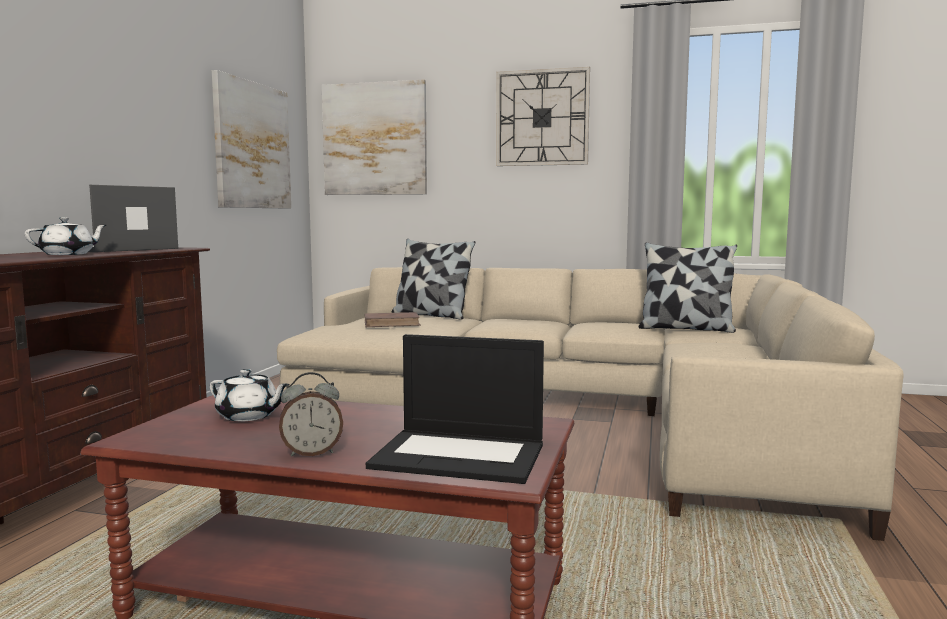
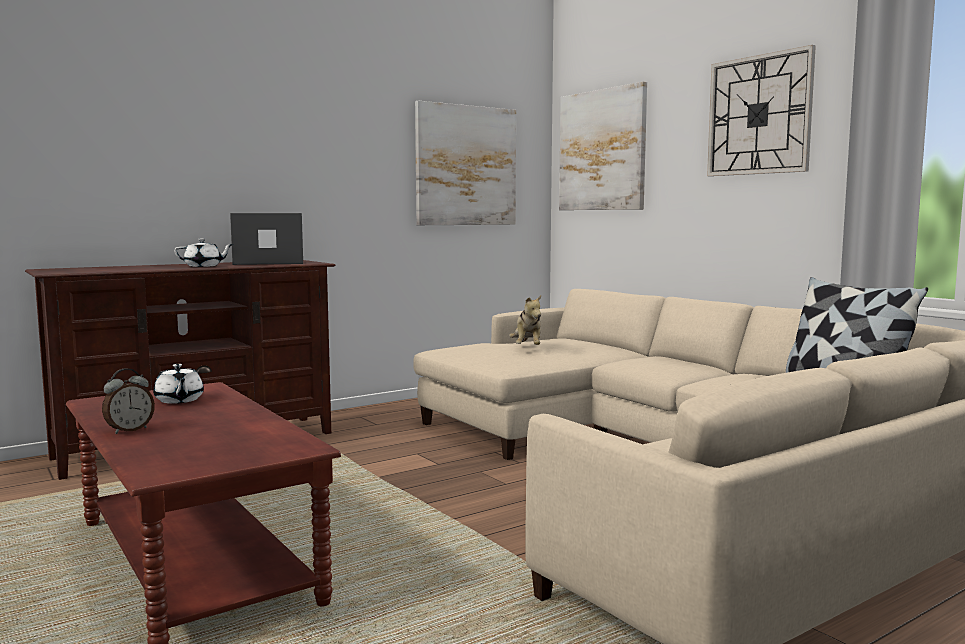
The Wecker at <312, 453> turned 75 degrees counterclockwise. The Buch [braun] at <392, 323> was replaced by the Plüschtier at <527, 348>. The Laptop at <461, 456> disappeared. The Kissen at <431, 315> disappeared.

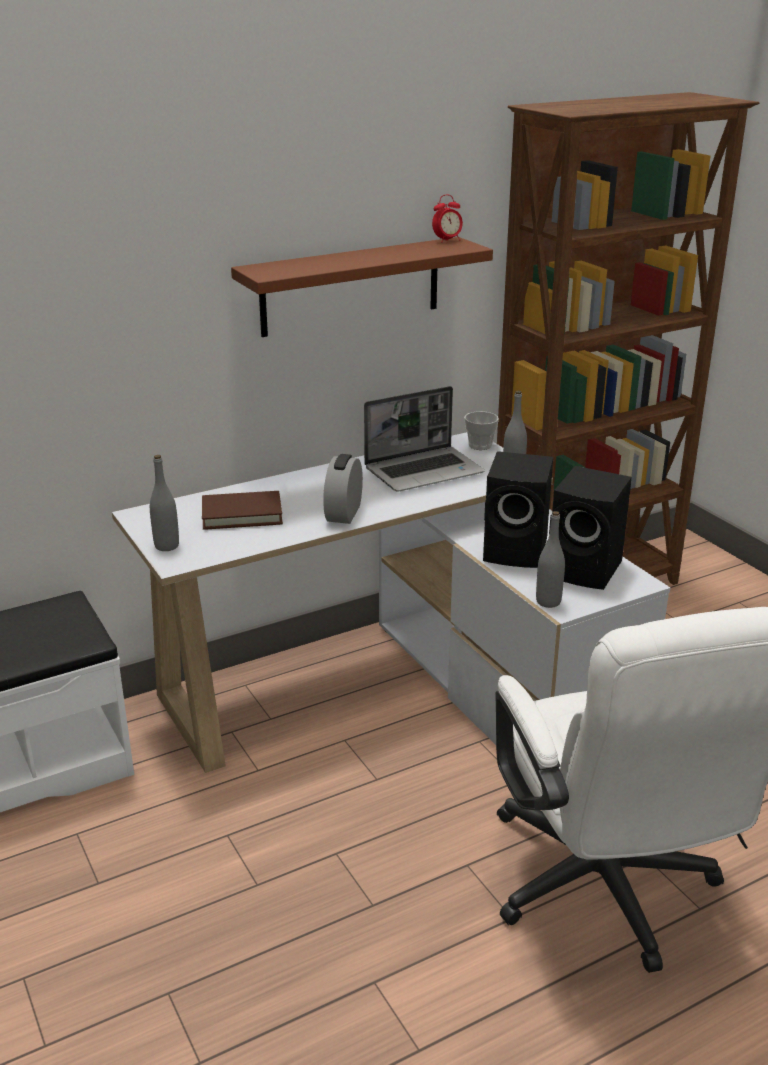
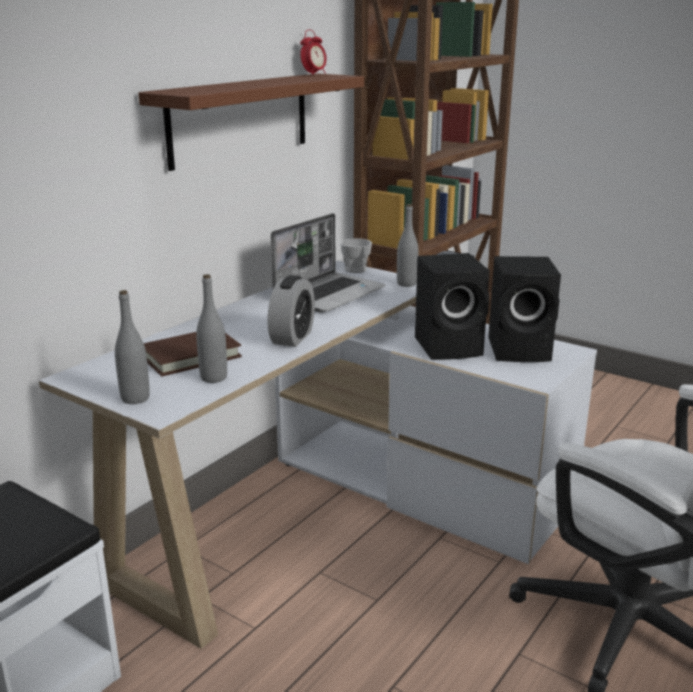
The Flasche [grau] moved from <548, 602> to <213, 378>. The Wecker at <343, 513> turned 150 degrees counterclockwise.

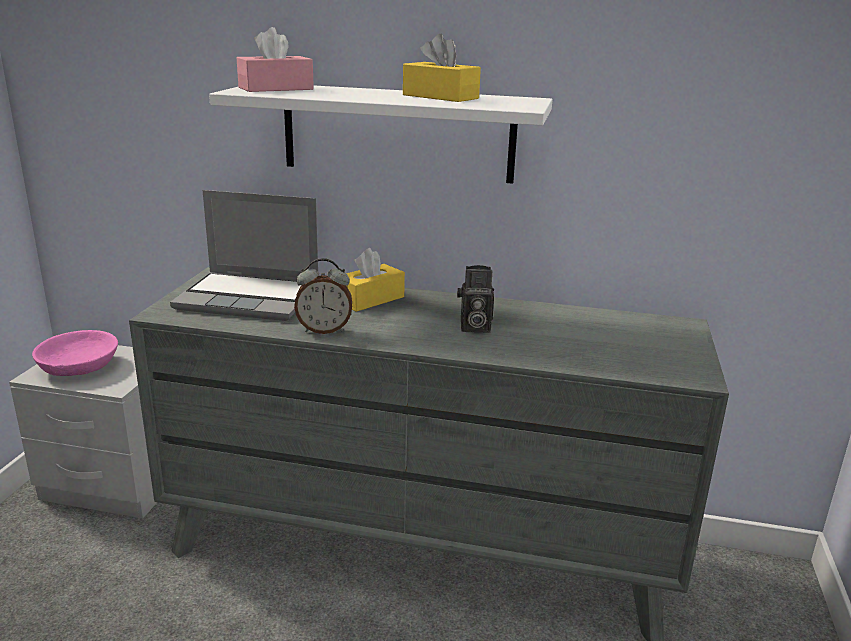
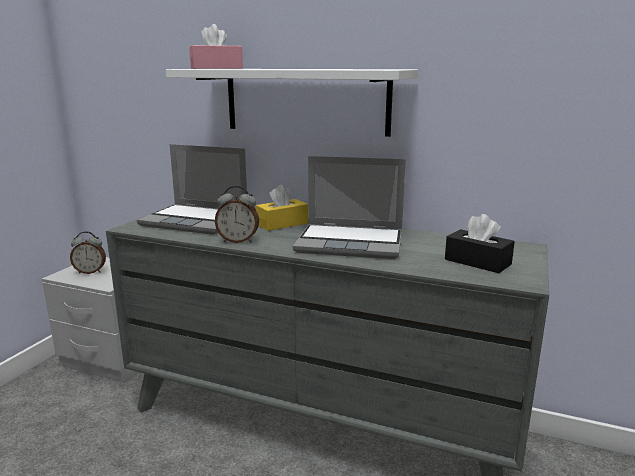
The Schüssel [rosa] at <79, 367> was replaced by the Wecker at <90, 272>. The Kamera at <473, 327> was replaced by the Laptop at <351, 243>. The Taschentuchbox [schwarz] at <477, 262> appeared. The Taschentuchbox [gelb] at <440, 97> disappeared.

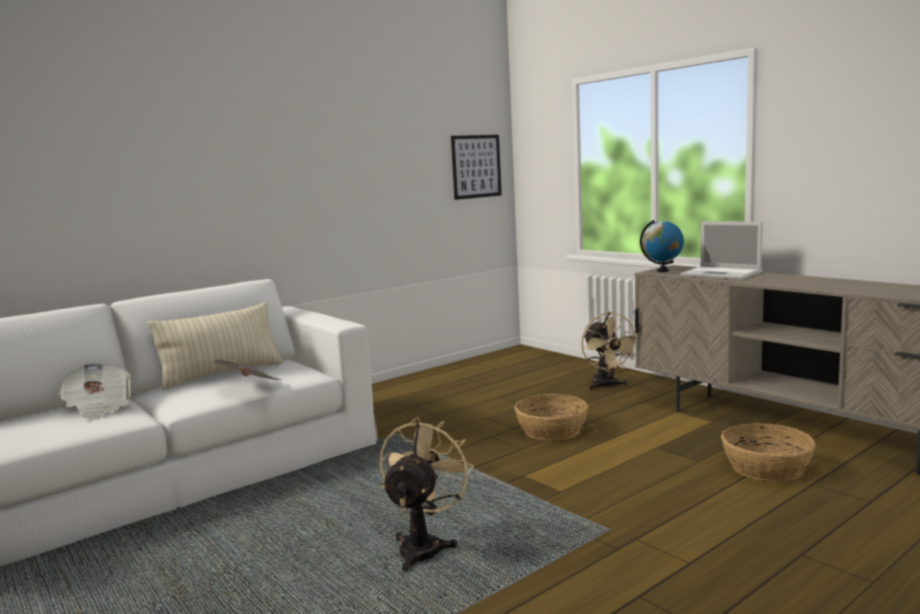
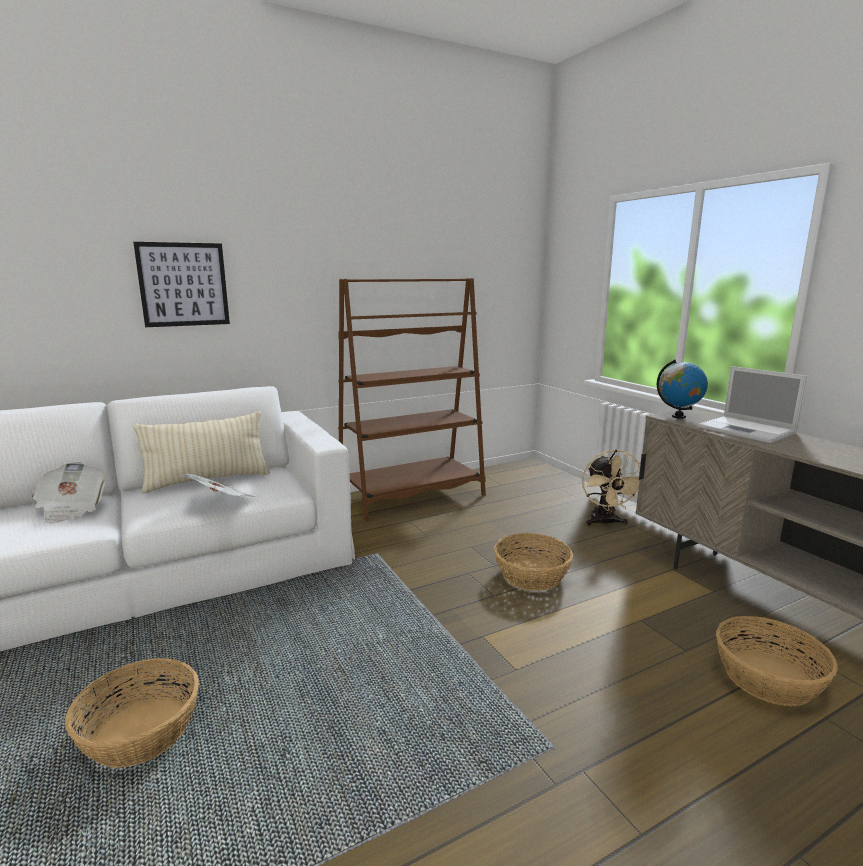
The Korb at <139, 732> appeared. The Bild moved from <476, 166> to <183, 284>. The Bücherregal [braun] at <412, 496> appeared. The Ventilator [beige] at <424, 546> disappeared.

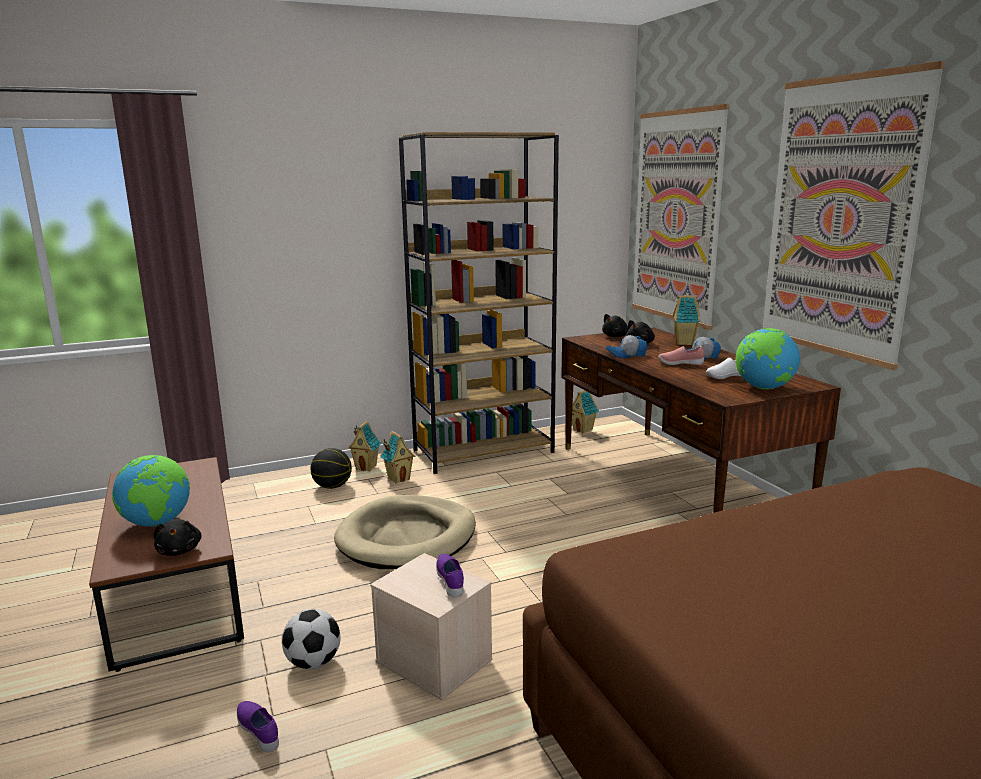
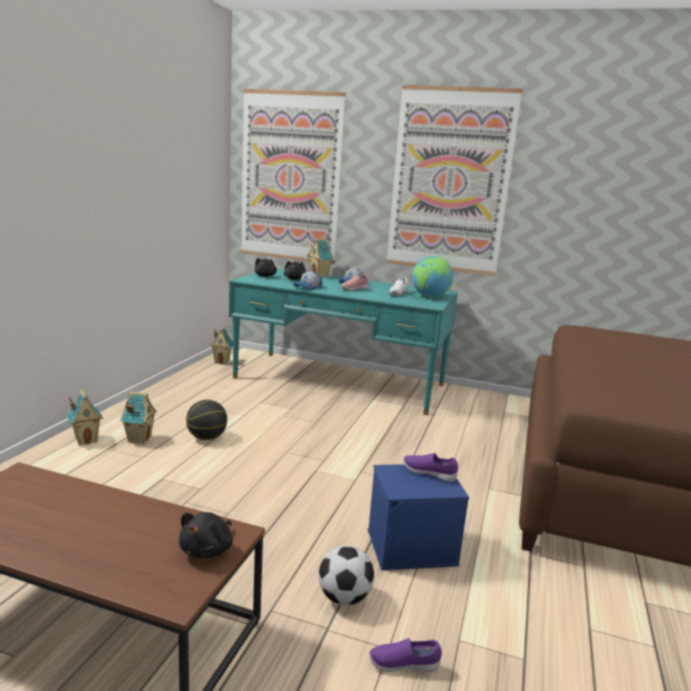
The Plüschtier [schwarz] at <180, 550> turned 90 degrees clockwise. The Basketball moved from <332, 486> to <206, 437>. The Schreibtisch [braun] at <674, 482> became the Schreibtisch [türkis] at <339, 381>. The Aufbewahrungsbox [beige] at <436, 660> became the Aufbewahrungsbox [blau] at <412, 546>. The Globus at <157, 523> disappeared. The Hundebett [beige] at <407, 537> disappeared. The Bücherregal [braun] at <484, 451> disappeared.

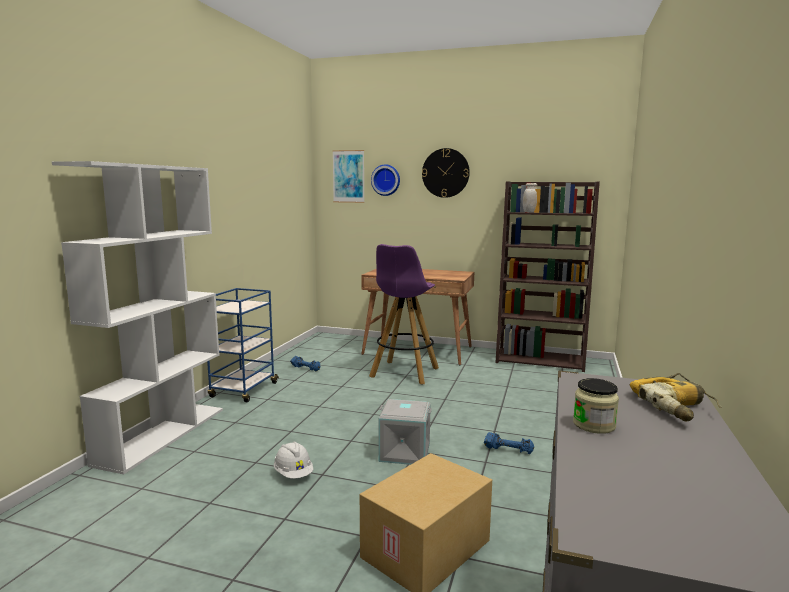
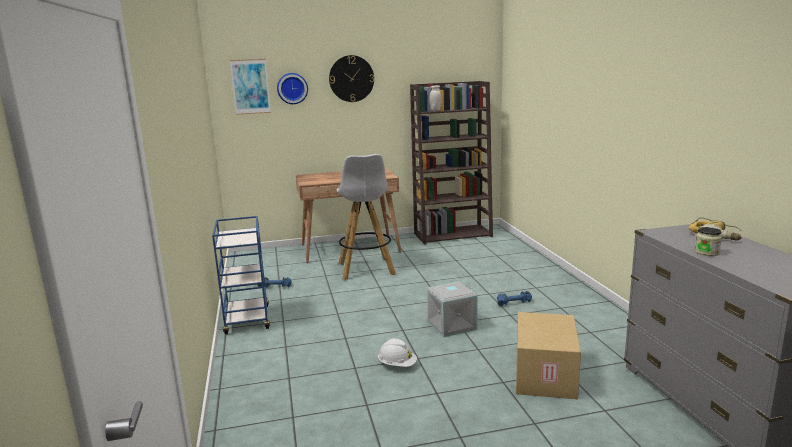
The Hocker [lila] at <404, 373> became the Hocker [weiß] at <366, 269>. The Bücherregal [weiß] at <162, 435> disappeared.

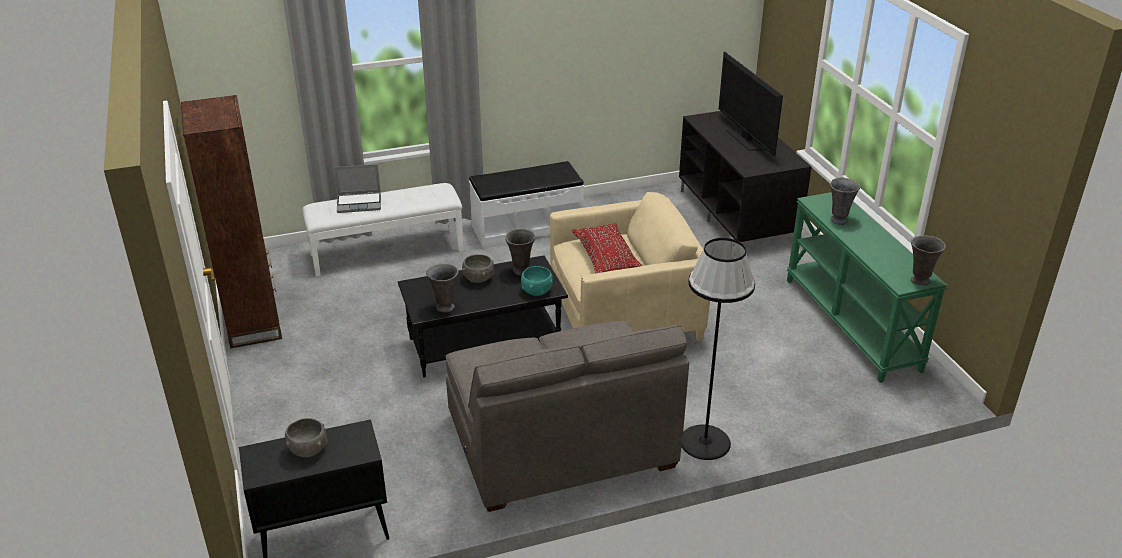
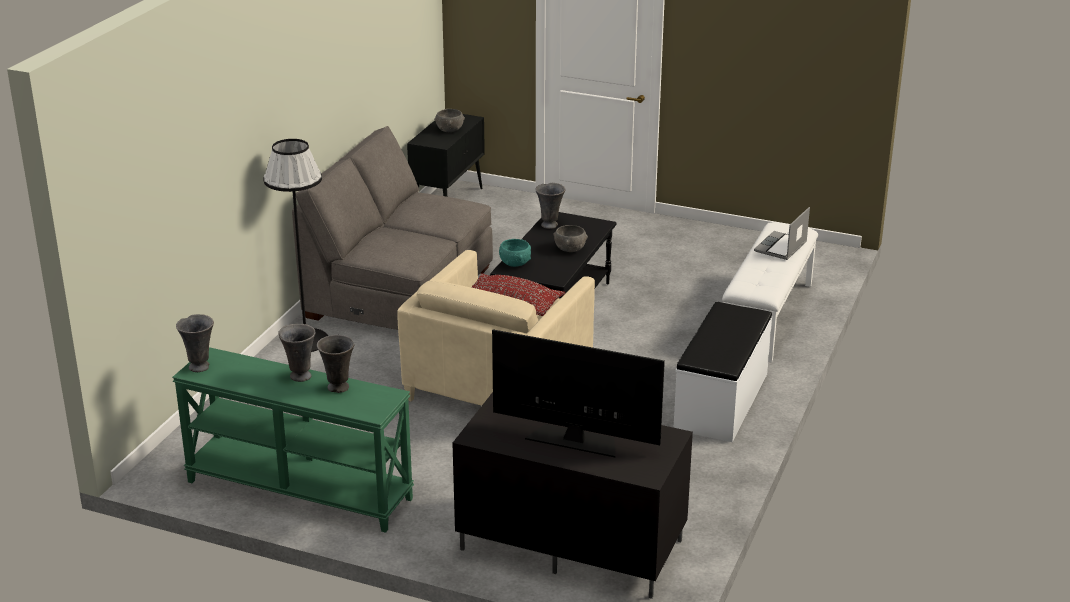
The Vase [grau] moved from <521, 271> to <300, 376>. The Bücherregal [braun] at <253, 323> disappeared.

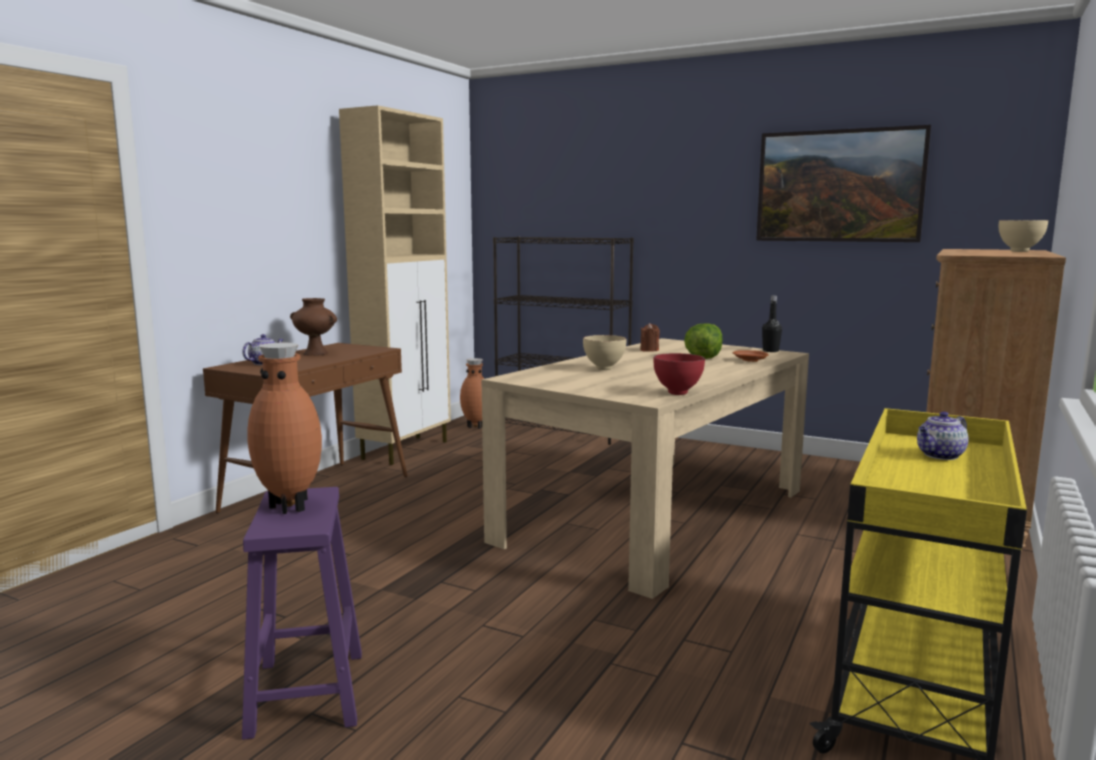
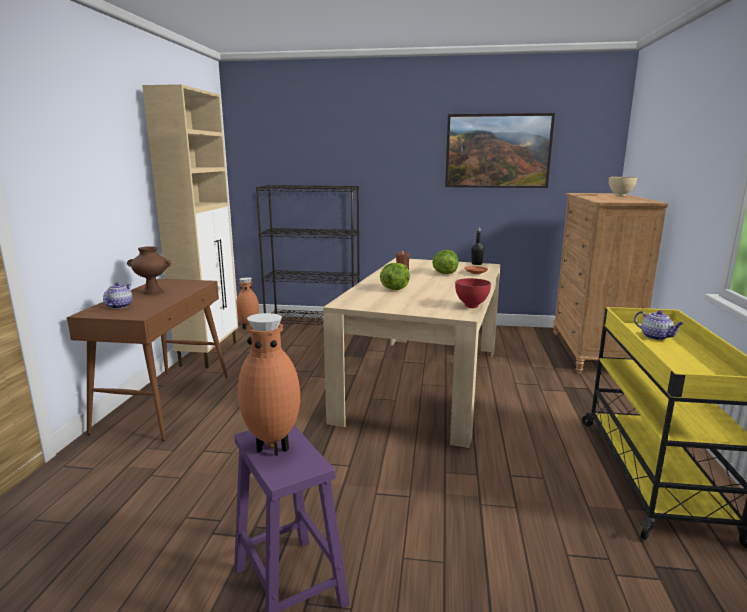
The Schüssel [beige] at <603, 369> was replaced by the Salatkopf at <395, 289>. The Teekanne at <940, 455> turned 75 degrees counterclockwise.

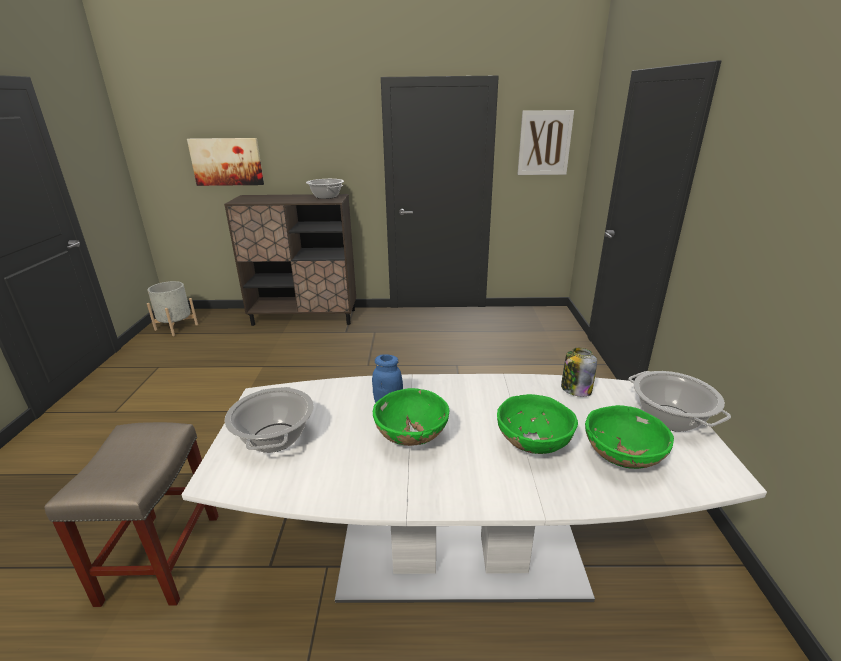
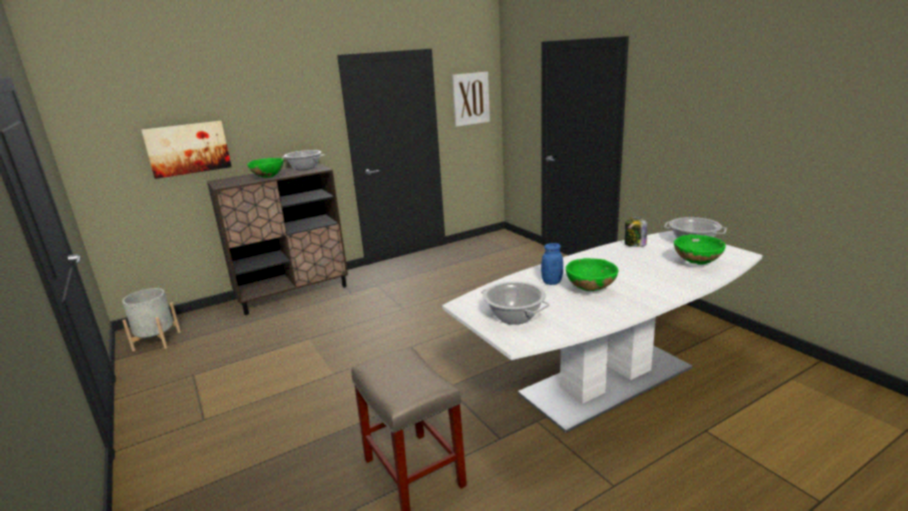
The Schüssel [grün] moved from <533, 445> to <268, 177>.

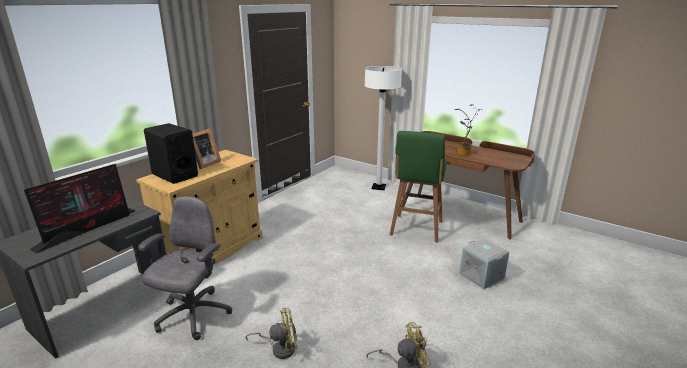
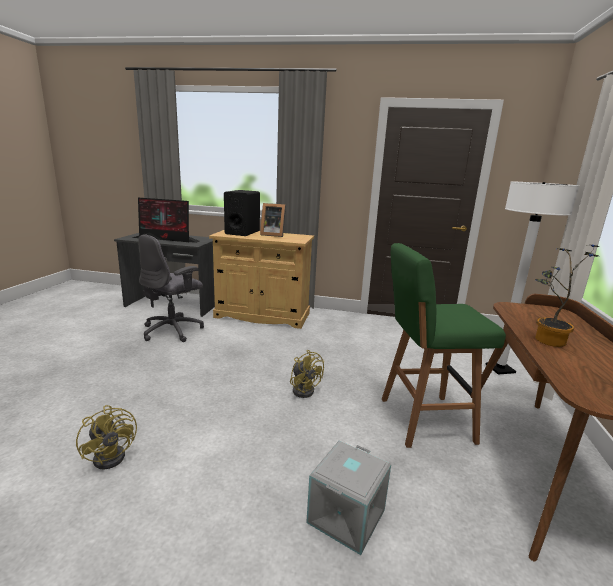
The Bürostuhl [grau] at <192, 315> turned 135 degrees clockwise. The Ventilator [gelb] moved from <279, 348> to <304, 389>.

